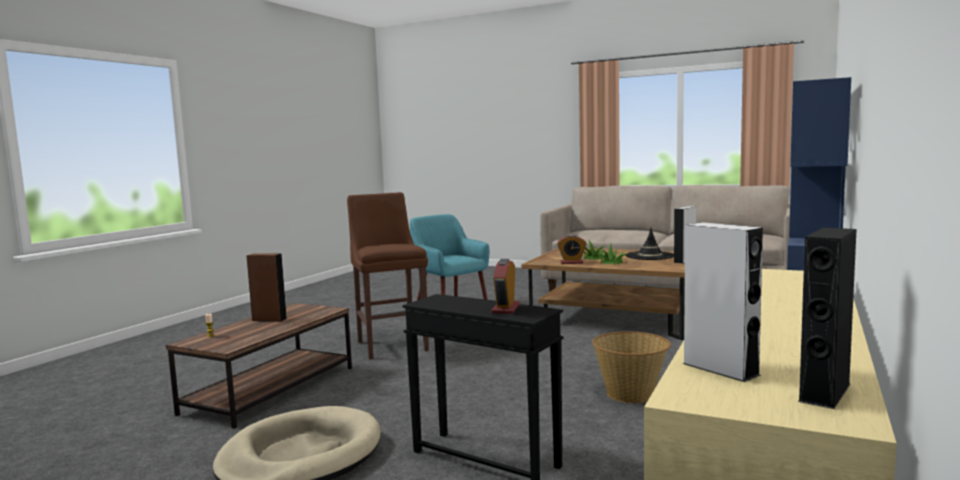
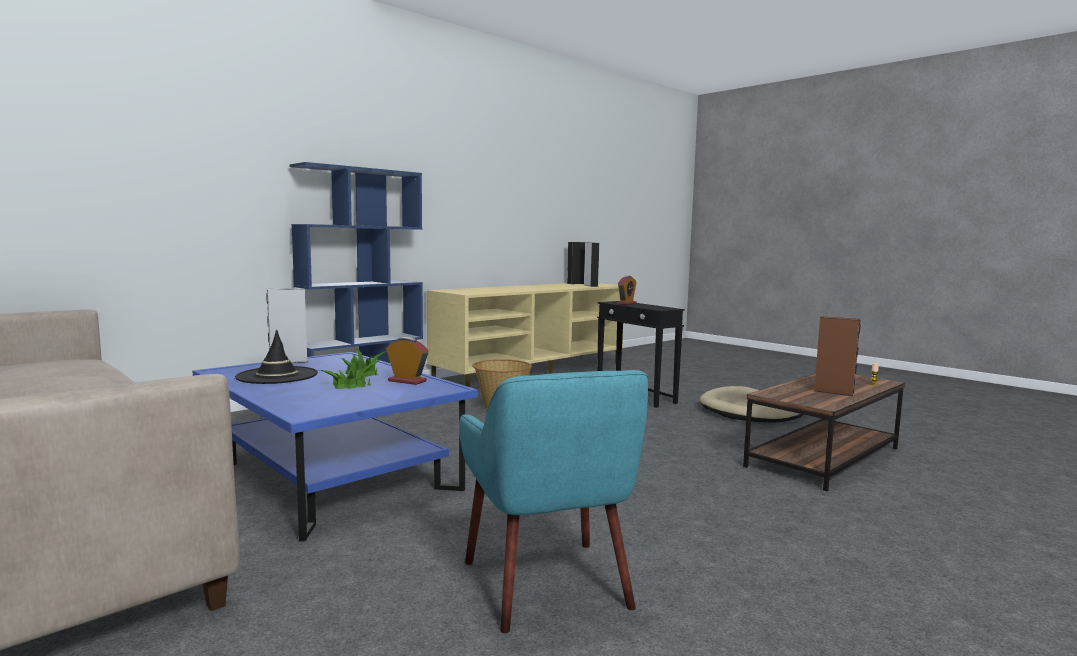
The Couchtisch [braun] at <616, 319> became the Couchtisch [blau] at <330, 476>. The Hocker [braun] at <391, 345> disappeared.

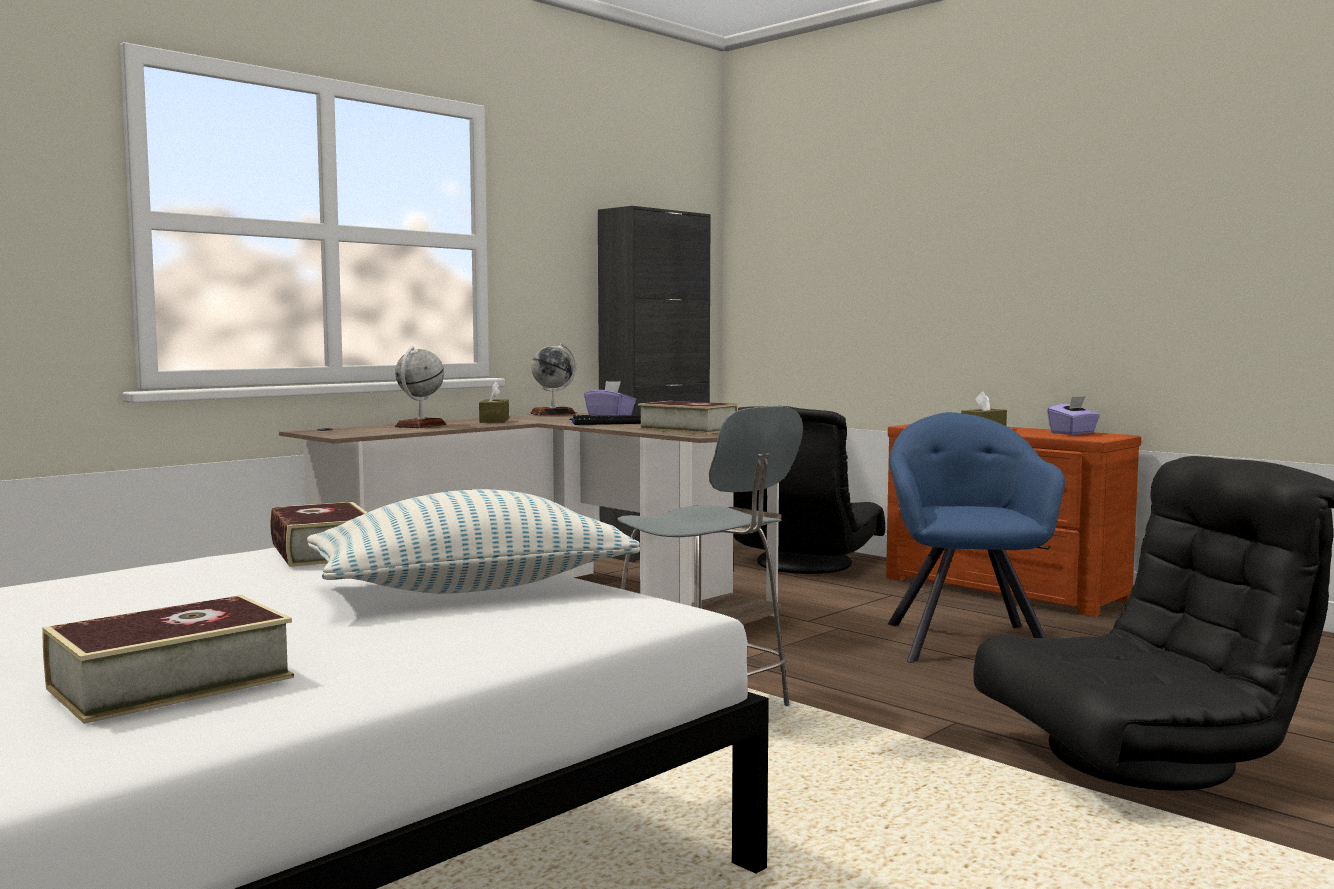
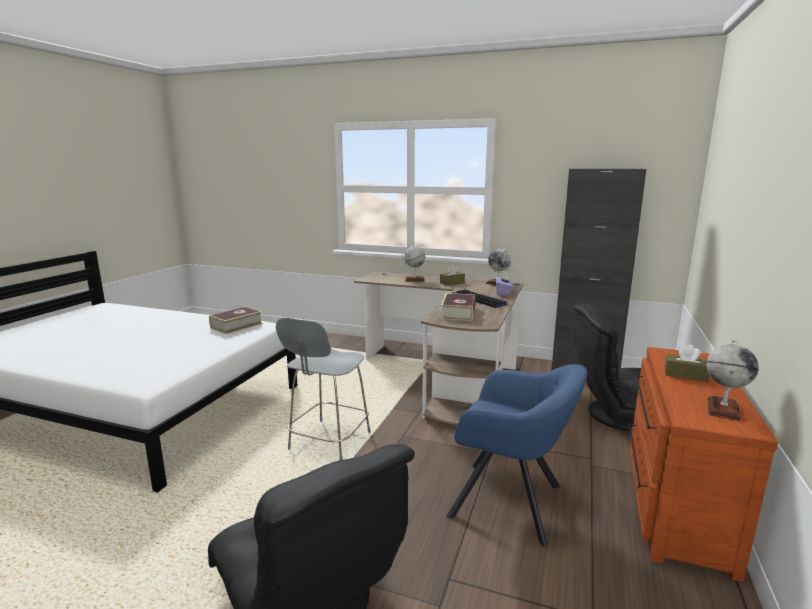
The Sessel [blau] at <965, 640> turned 45 degrees clockwise. The Taschentuchbox [lila] at <1073, 433> was replaced by the Globus at <723, 409>. The Buch at <171, 682> disappeared. The Kissen at <471, 588> disappeared.

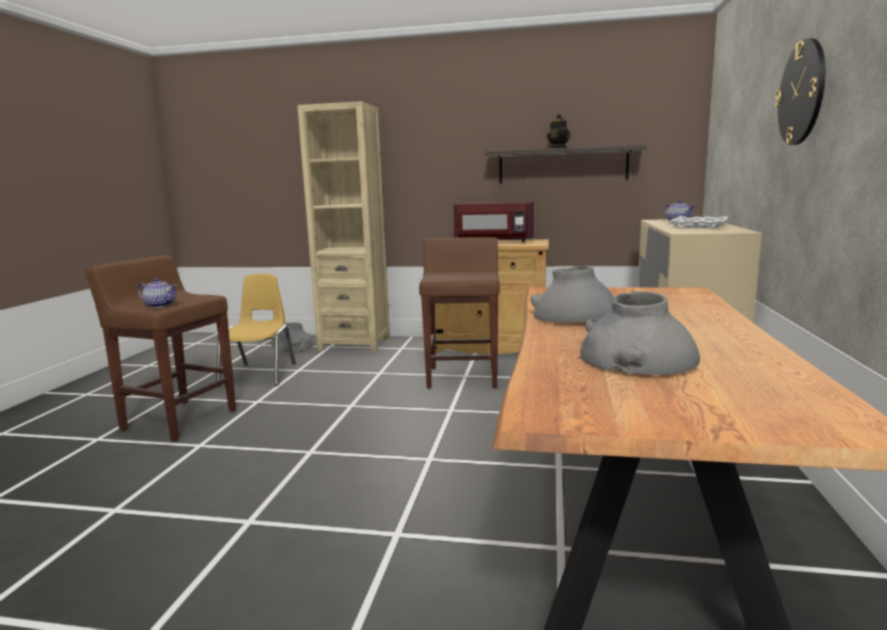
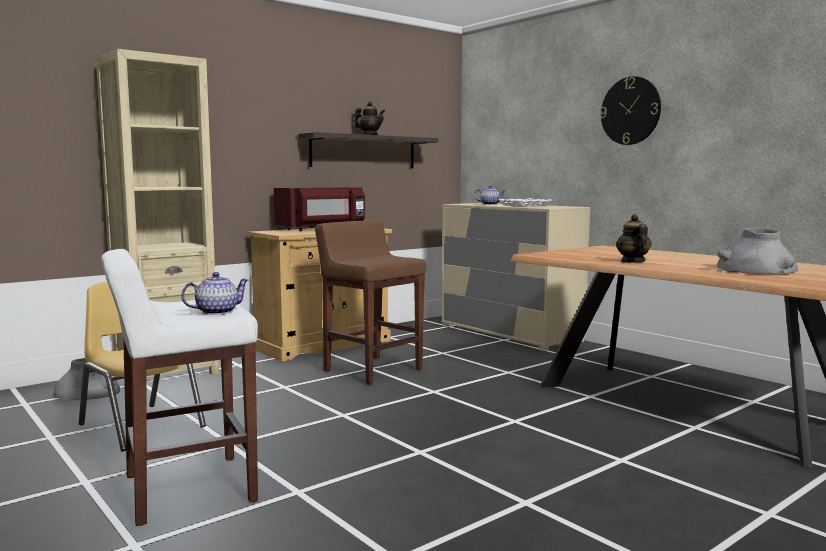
The Hocker [braun] at <178, 419> became the Hocker [weiß] at <186, 489>. The Vase [grau] at <575, 316> was replaced by the Teekanne at <632, 261>.

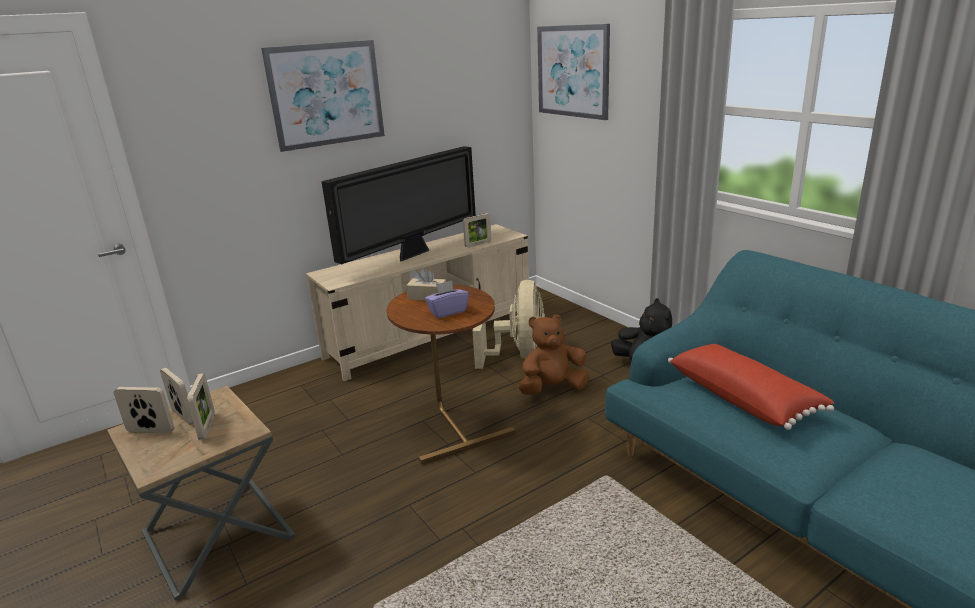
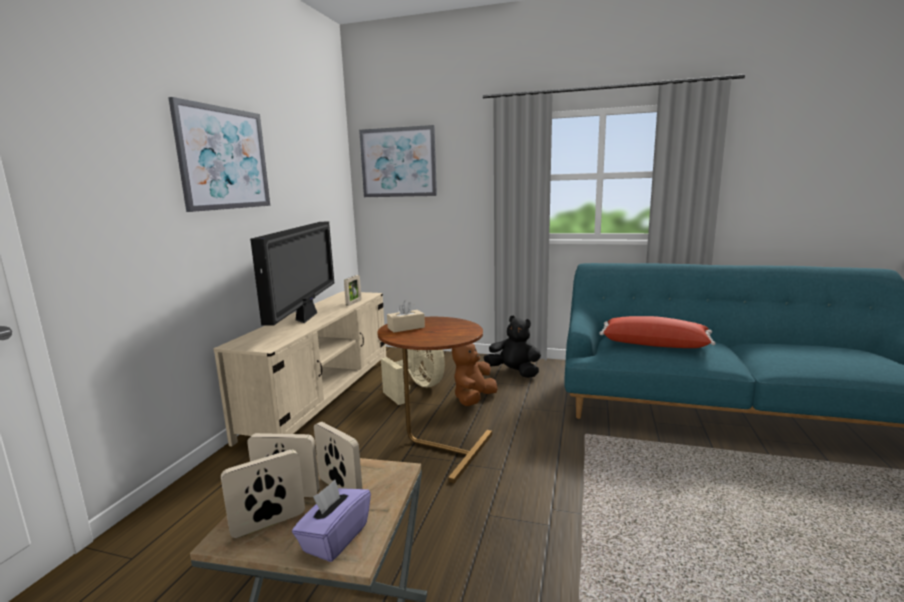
The Taschentuchbox [lila] moved from <447, 311> to <335, 538>.

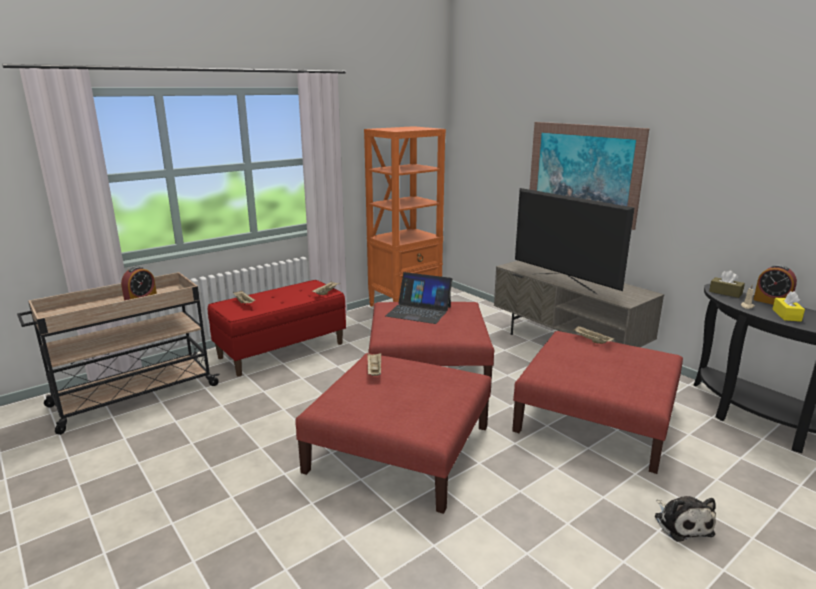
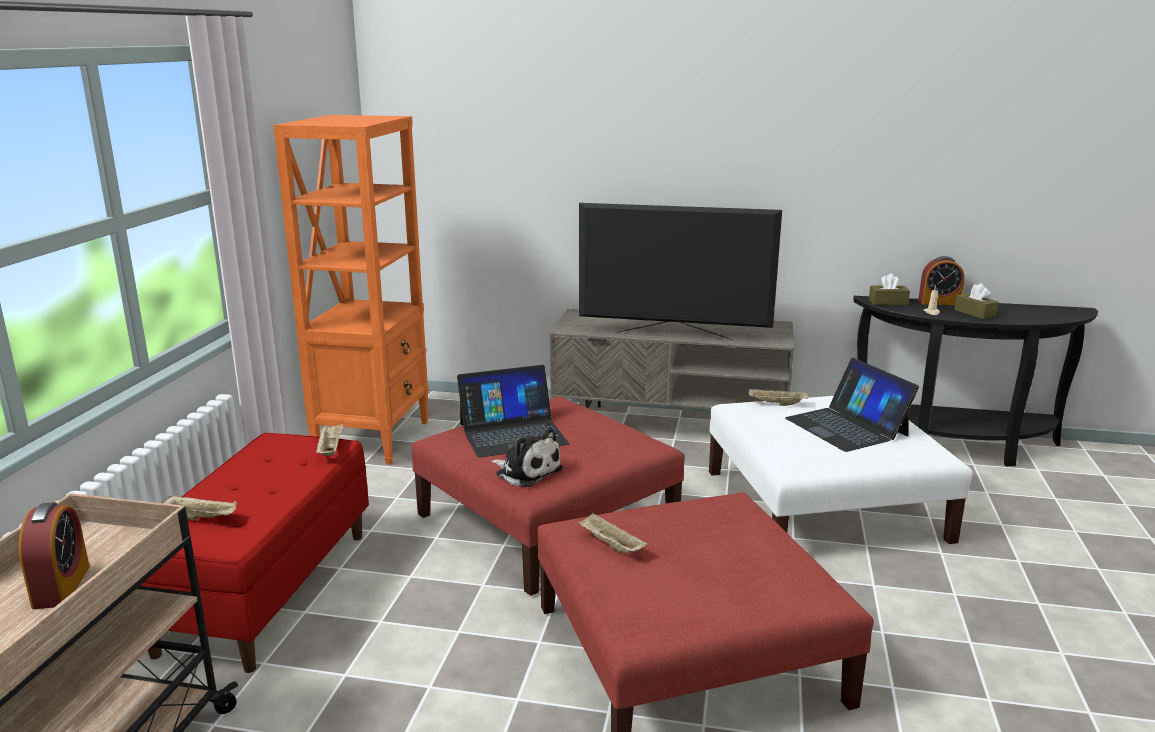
The Plüschtier moved from <681, 523> to <526, 471>. The Polsterhocker [rot] at <596, 418> became the Polsterhocker [weiß] at <825, 506>. The Laptop at <846, 427> appeared. The Taschentuchbox [gelb] at <786, 315> became the Taschentuchbox [braun] at <974, 313>. The Bild at <582, 172> disappeared.

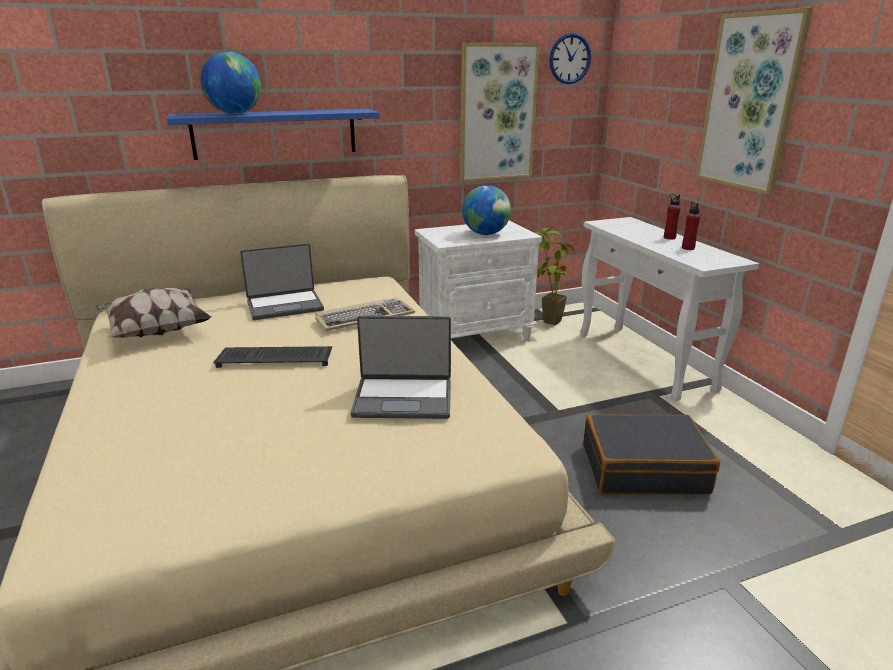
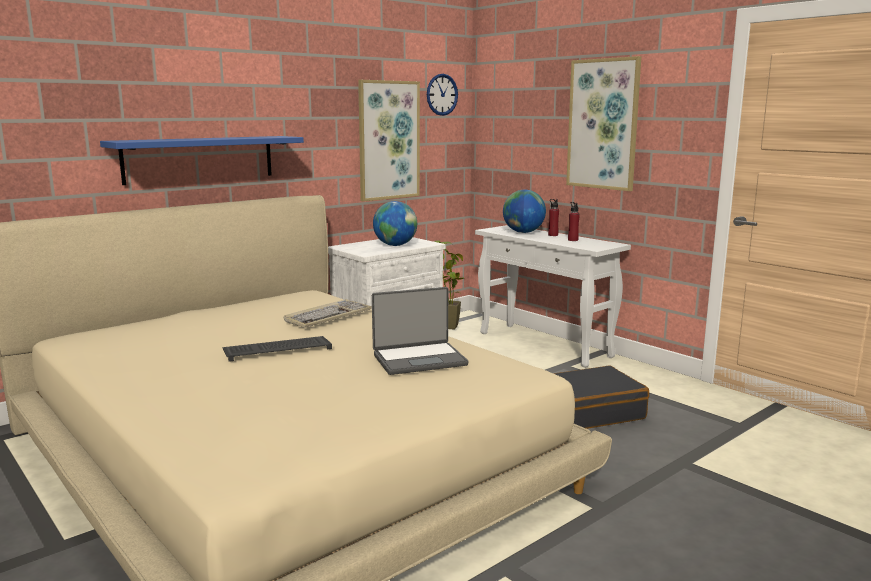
The Globus moved from <235, 114> to <523, 232>. The Kissen at <156, 331> disappeared. The Laptop at <285, 306> disappeared.

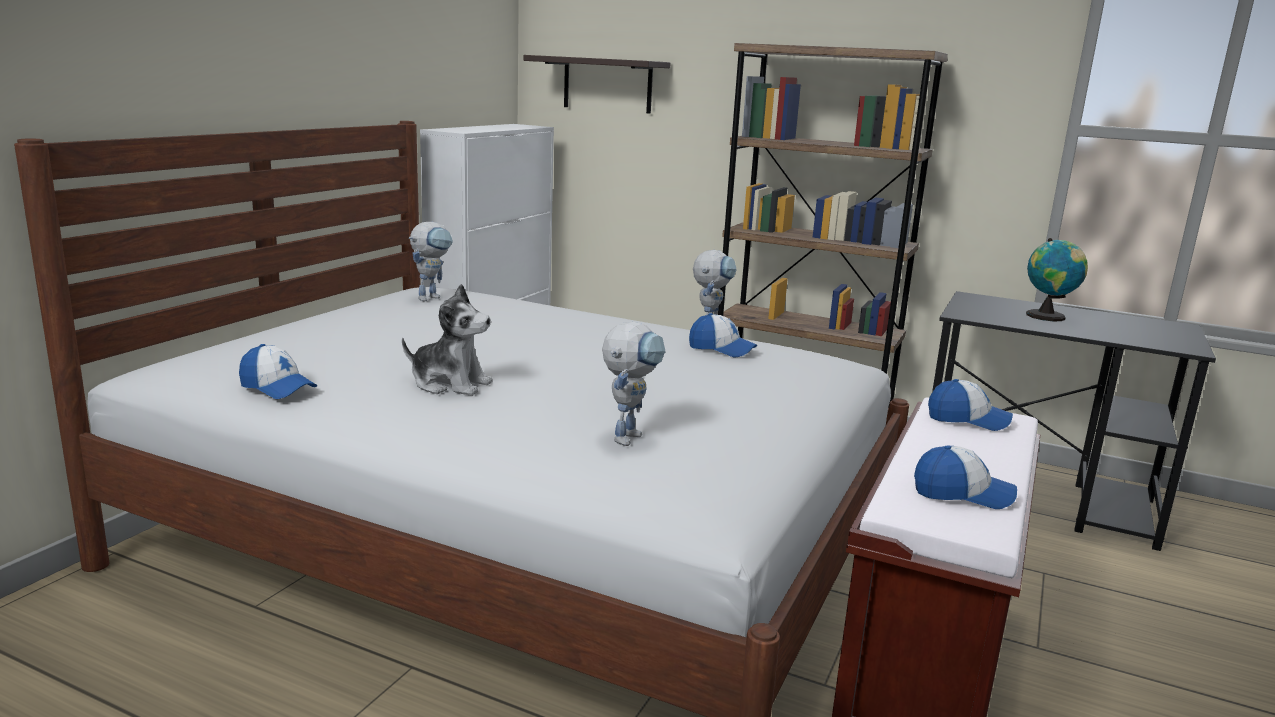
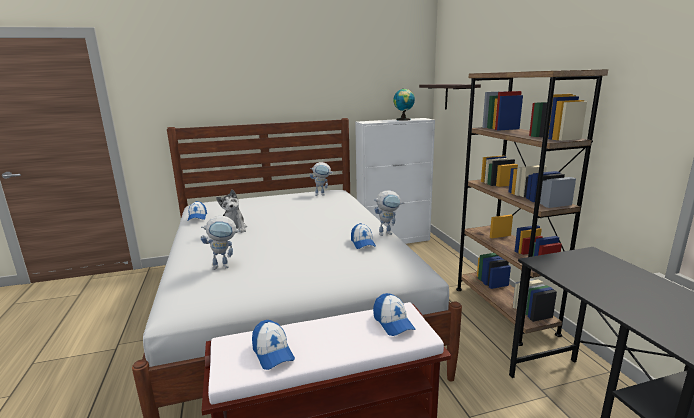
The Globus moved from <1048, 316> to <403, 119>.

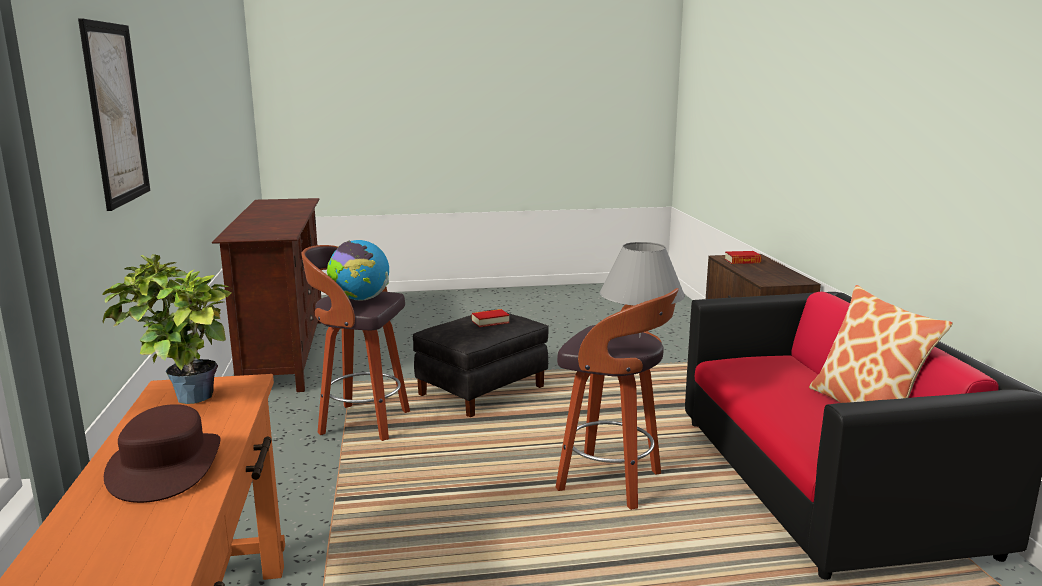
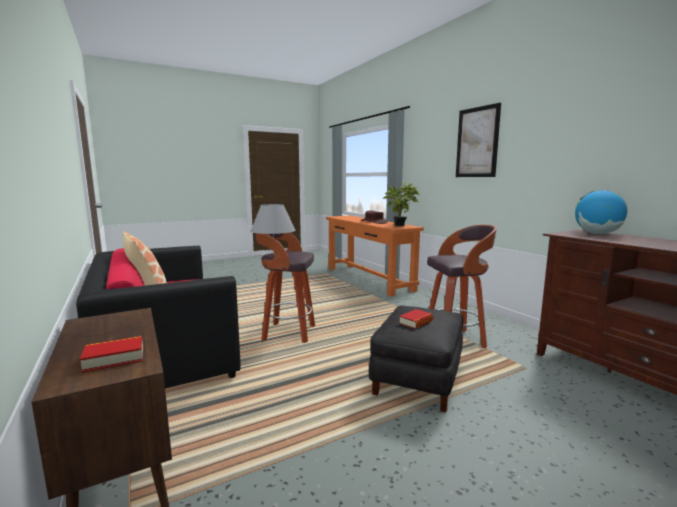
The Globus moved from <360, 299> to <597, 234>.

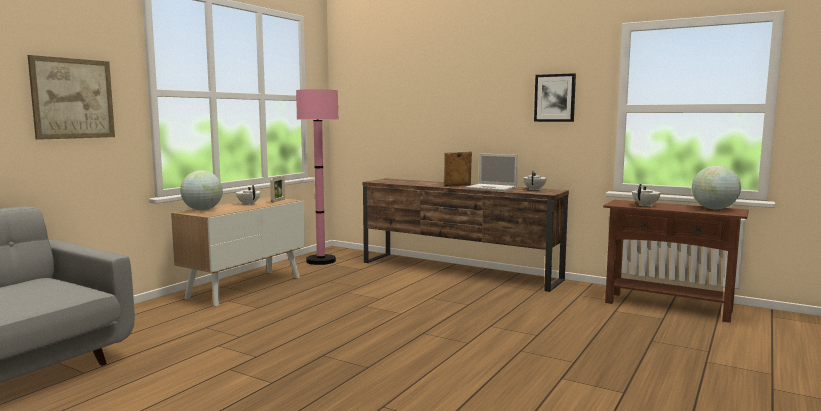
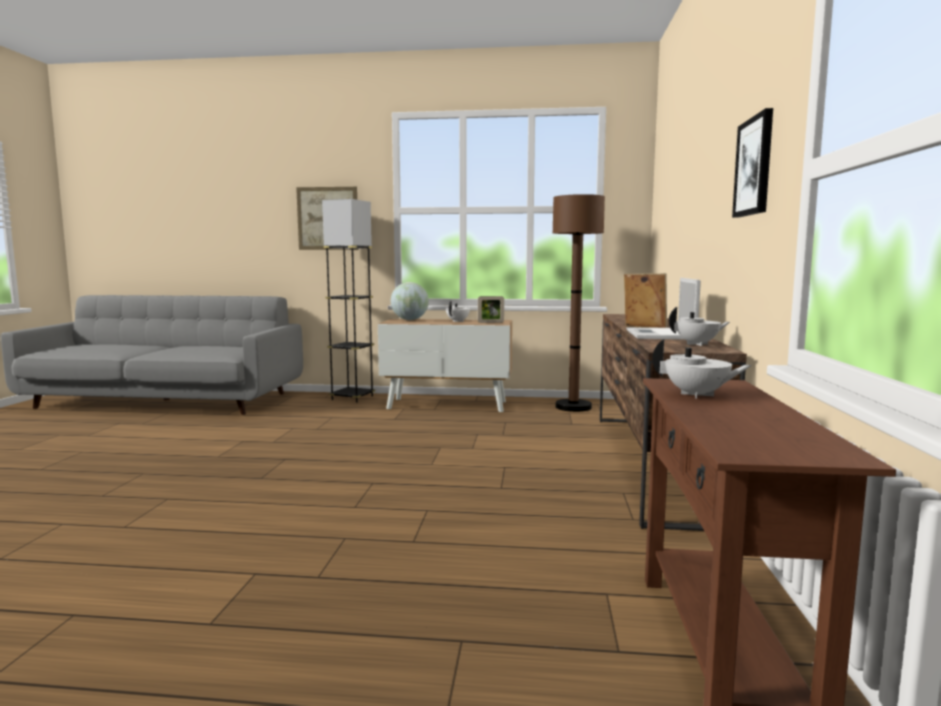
The Stehlampe [grau] at <352, 398> appeared. The Stehlampe [rosa] at <321, 261> became the Stehlampe [braun] at <573, 407>. The Globus at <714, 209> disappeared.

